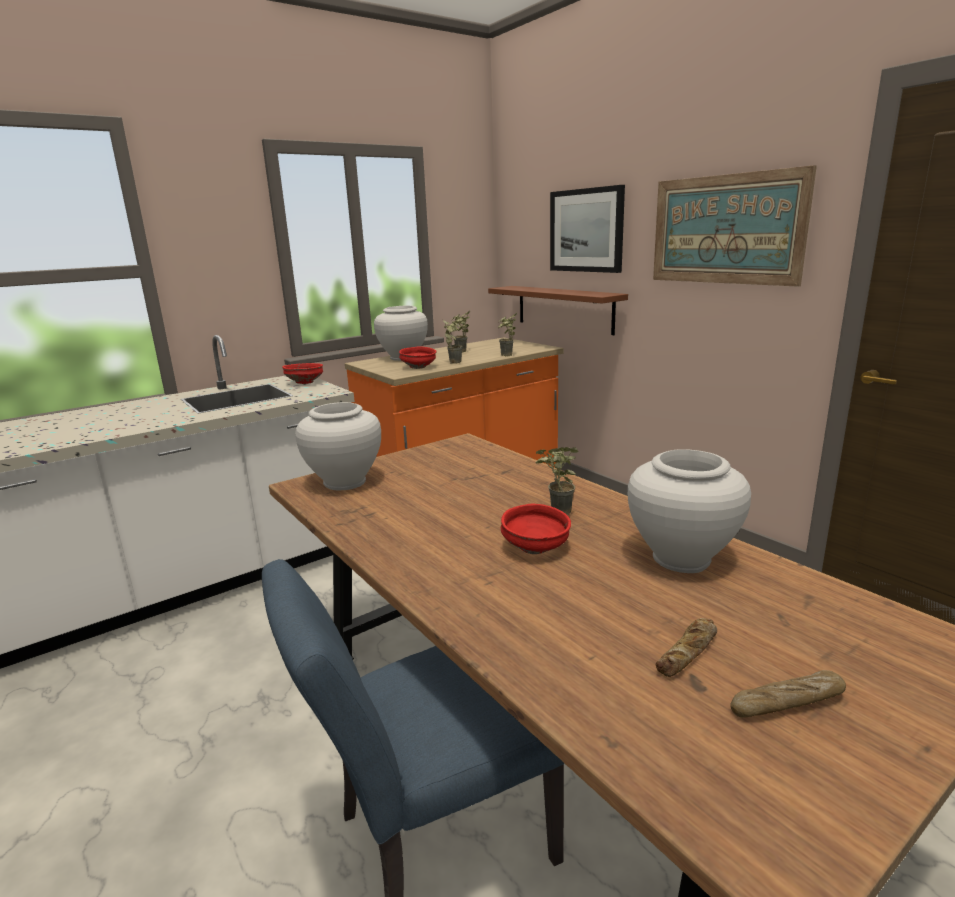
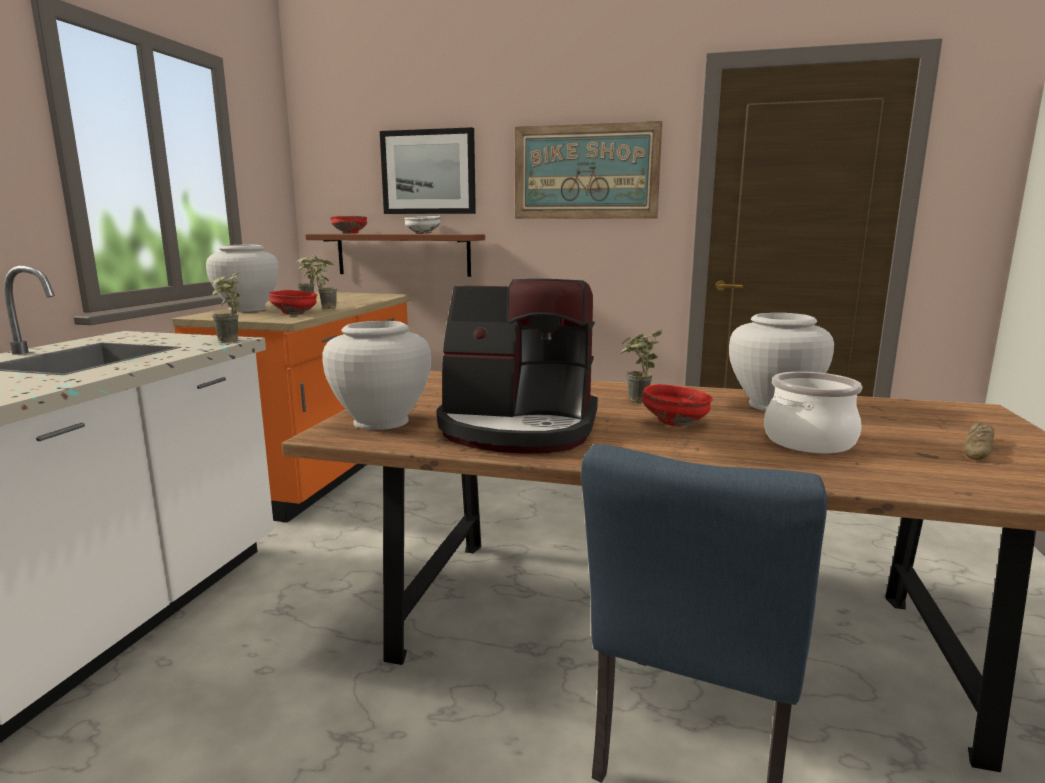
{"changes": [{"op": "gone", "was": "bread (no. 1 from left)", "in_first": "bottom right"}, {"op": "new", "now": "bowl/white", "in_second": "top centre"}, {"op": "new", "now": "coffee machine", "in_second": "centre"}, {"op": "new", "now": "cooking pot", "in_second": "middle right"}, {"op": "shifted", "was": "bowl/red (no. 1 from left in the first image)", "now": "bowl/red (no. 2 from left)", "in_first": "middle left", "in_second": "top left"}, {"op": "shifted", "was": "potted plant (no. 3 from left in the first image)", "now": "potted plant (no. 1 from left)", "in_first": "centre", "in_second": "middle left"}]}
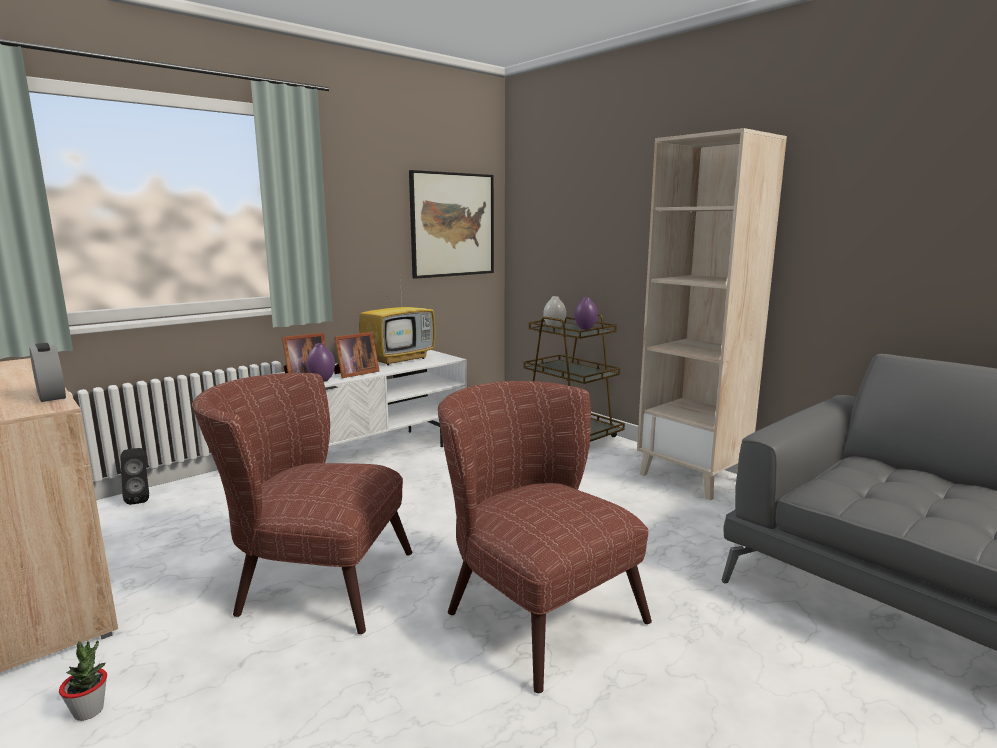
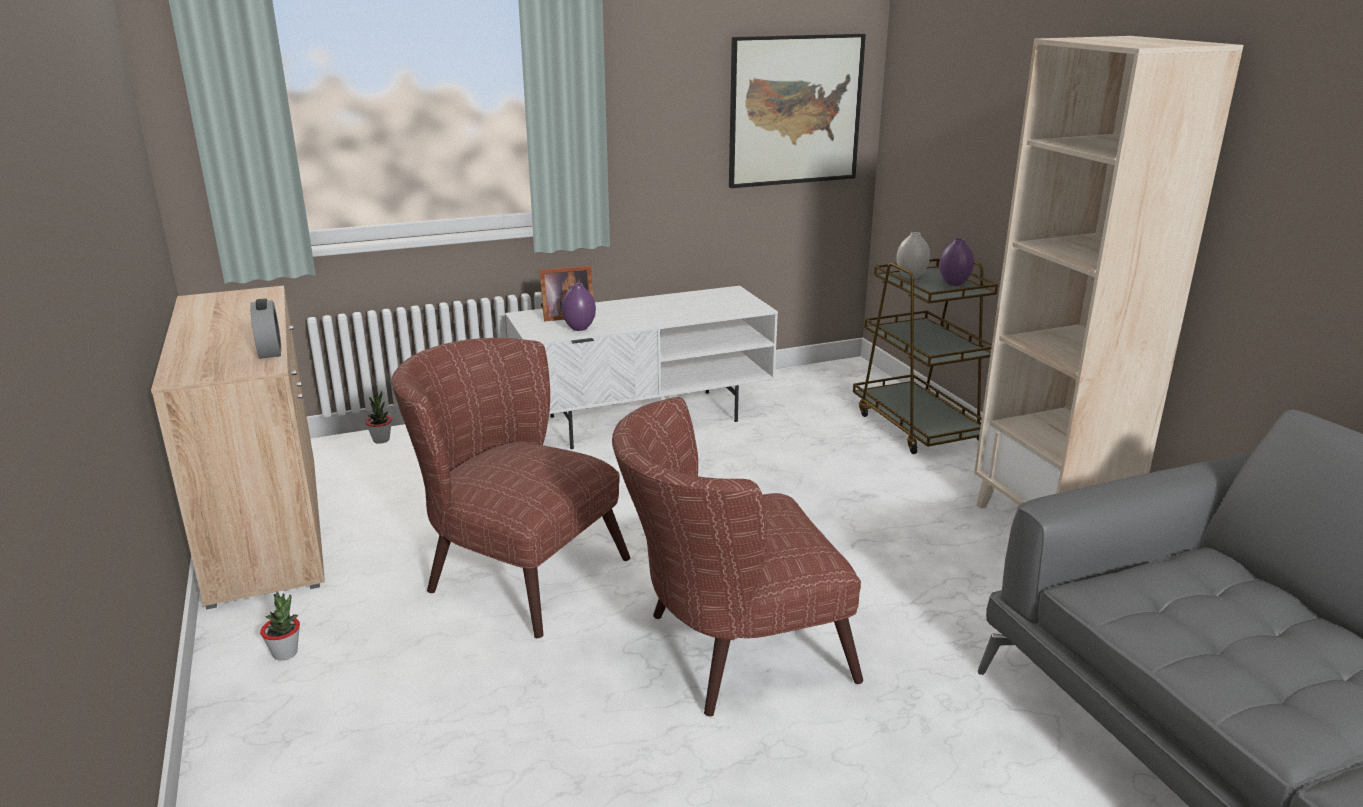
{"changes": [{"op": "gone", "was": "picture frame (no. 2 from left)", "in_first": "centre"}, {"op": "gone", "was": "television", "in_first": "centre"}, {"op": "swapped", "was": "speaker/black", "now": "potted plant (no. 2 from left)", "in_first": "middle left", "in_second": "middle left"}, {"op": "rotated", "was": "armchair/brown (no. 2 from left)", "in_first": "bottom centre", "in_second": "bottom centre", "clockwise": -90}]}
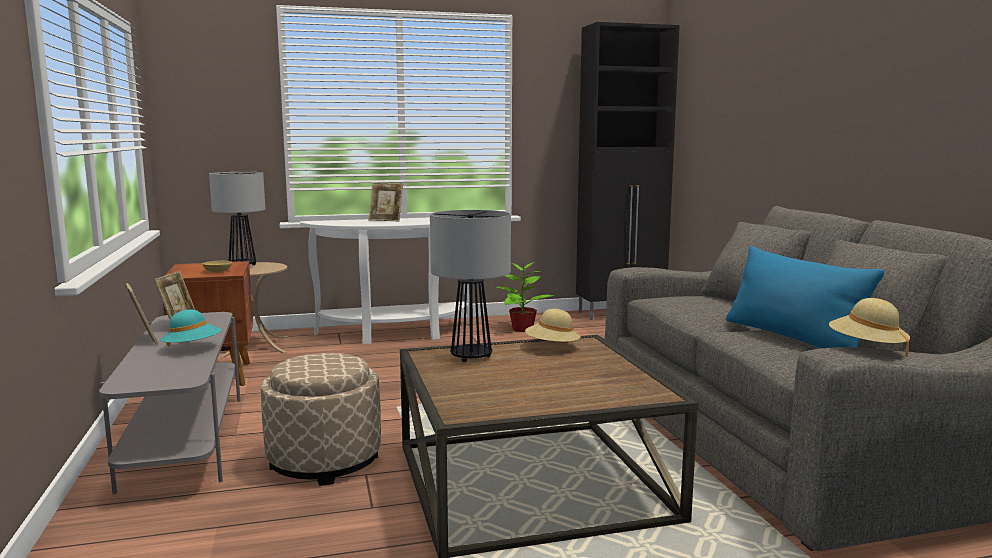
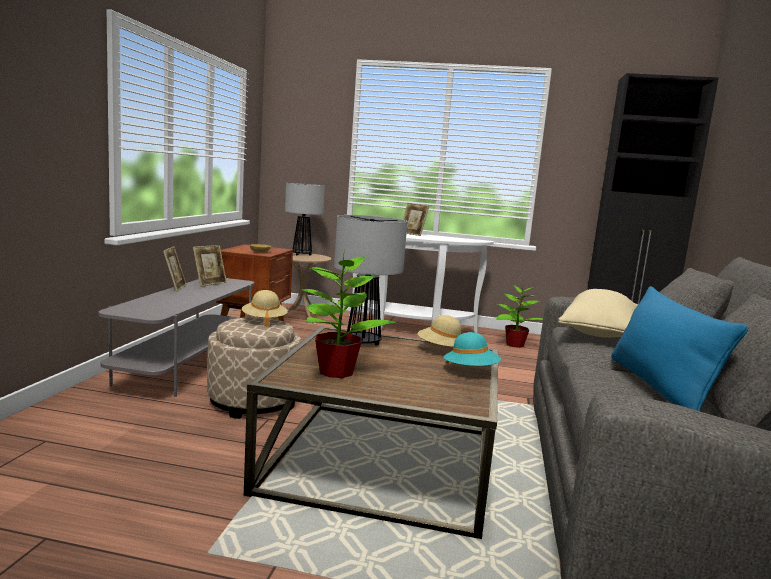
{"changes": [{"op": "new", "now": "potted plant (no. 1 from left)", "in_second": "centre"}, {"op": "new", "now": "pillow/beige", "in_second": "middle right"}, {"op": "shifted", "was": "hat/turquoise", "in_first": "middle left", "in_second": "centre"}, {"op": "shifted", "was": "hat/beige (no. 2 from left in the first image)", "now": "hat/beige (no. 1 from left)", "in_first": "middle right", "in_second": "centre"}]}
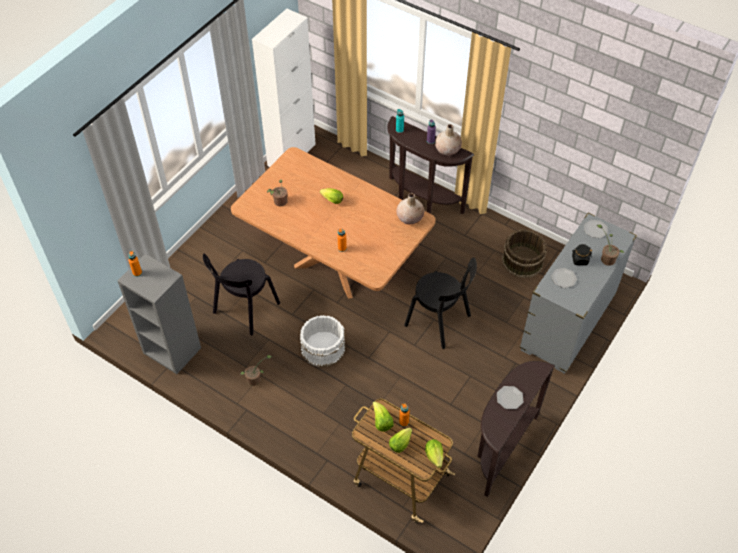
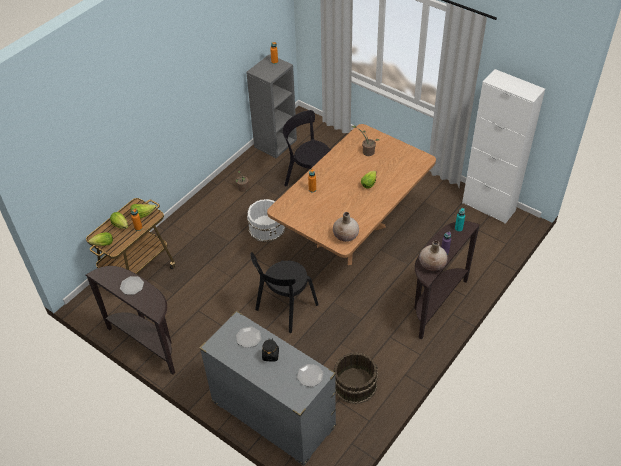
{"changes": [{"op": "gone", "was": "potted plant (no. 3 from left)", "in_first": "middle right"}]}
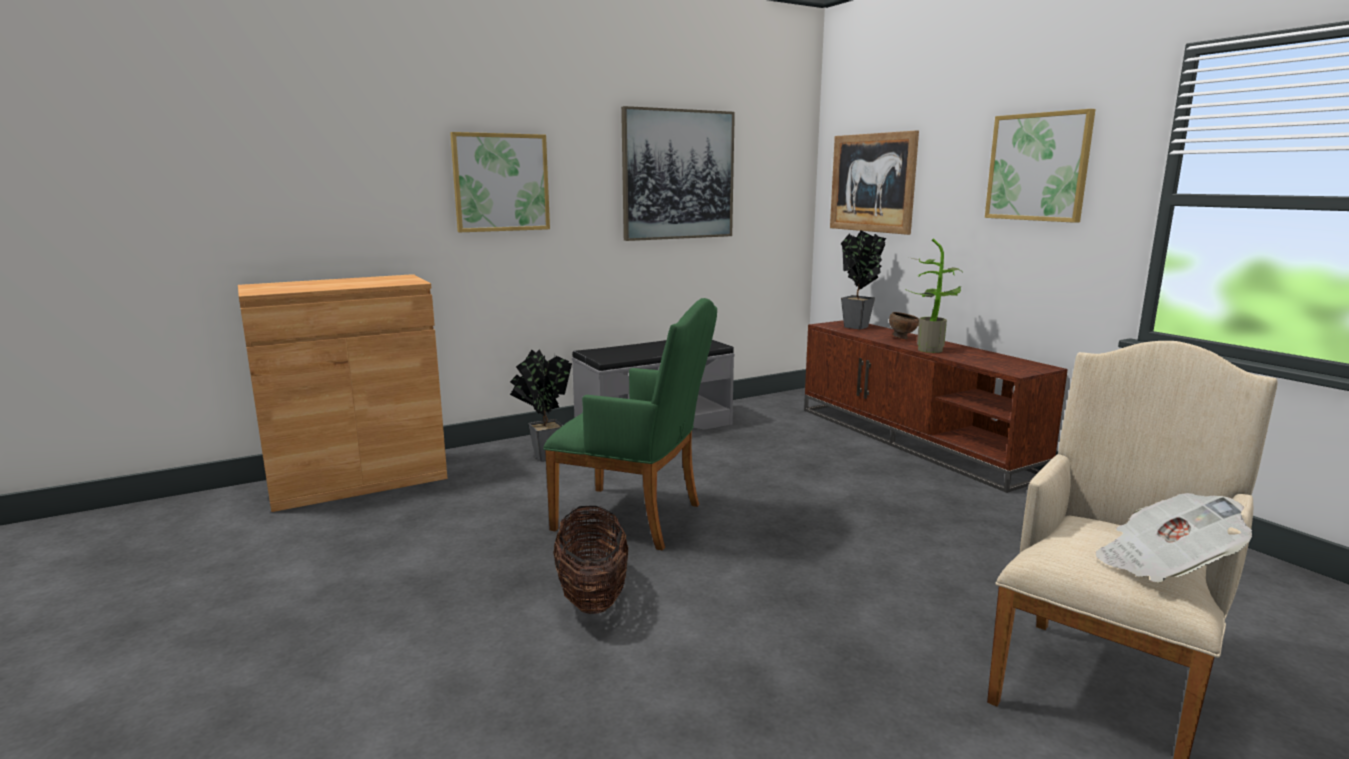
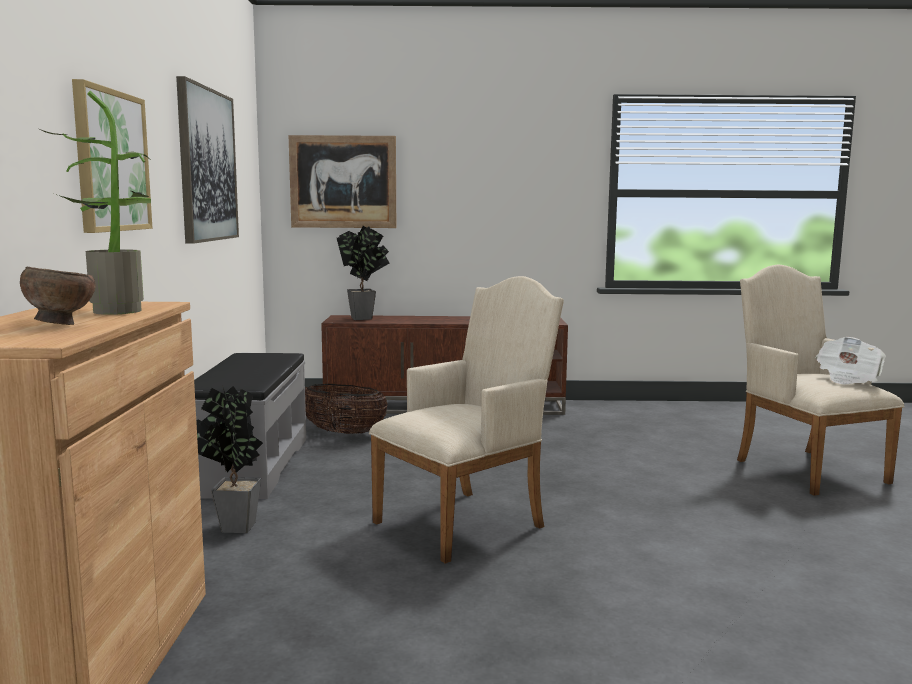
{"changes": [{"op": "gone", "was": "picture (no. 4 from left)", "in_first": "top right"}, {"op": "shifted", "was": "basket", "in_first": "bottom centre", "in_second": "centre"}, {"op": "shifted", "was": "bowl/brown", "in_first": "middle right", "in_second": "middle left"}, {"op": "shifted", "was": "potted plant (no. 3 from left in the first image)", "now": "potted plant (no. 1 from left)", "in_first": "middle right", "in_second": "top left"}, {"op": "repainted", "was": "armchair/green", "now": "armchair/beige (no. 1 from left)", "in_first": "centre", "in_second": "centre"}]}
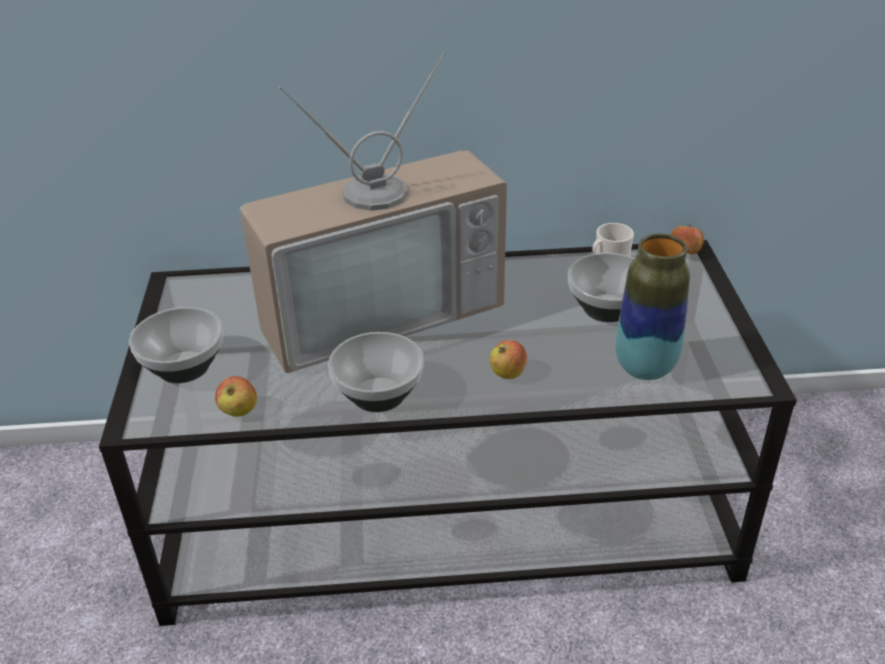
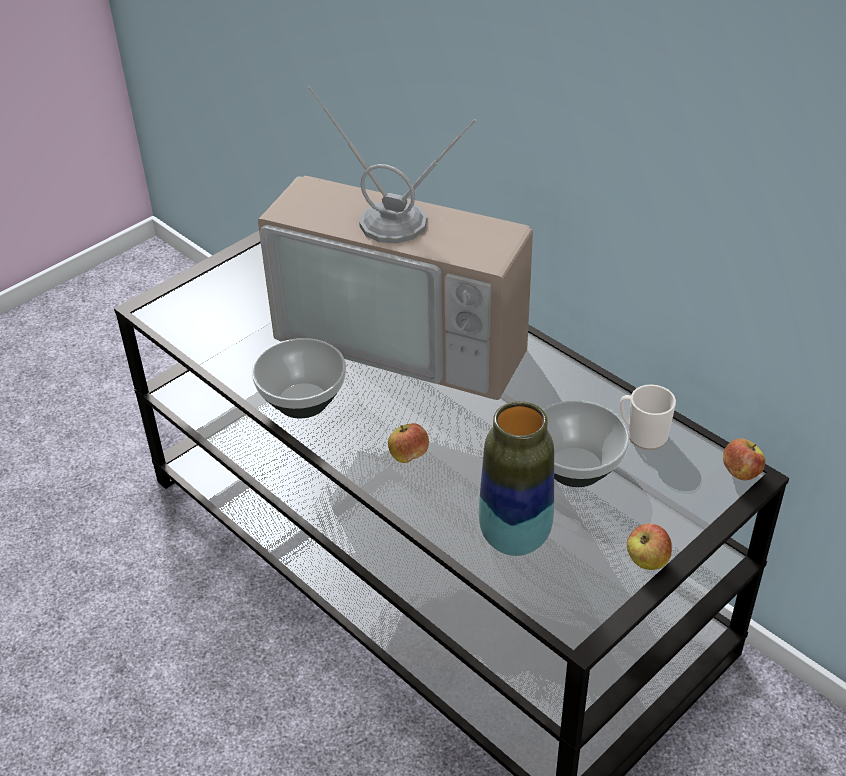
{"changes": [{"op": "gone", "was": "bowl (no. 1 from left)", "in_first": "middle left"}, {"op": "shifted", "was": "apple (no. 1 from left in the first image)", "now": "apple (no. 2 from left)", "in_first": "middle left", "in_second": "bottom right"}]}
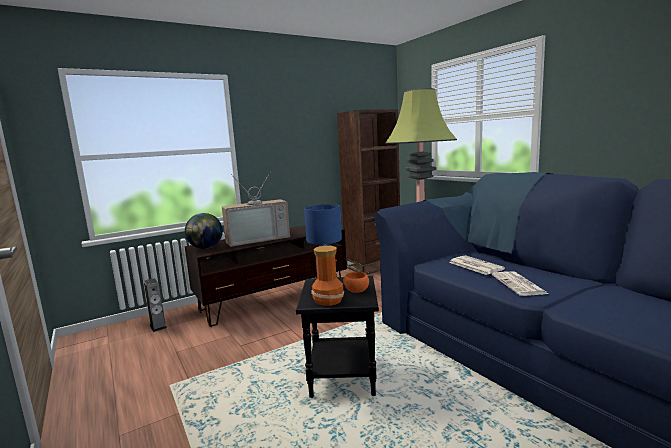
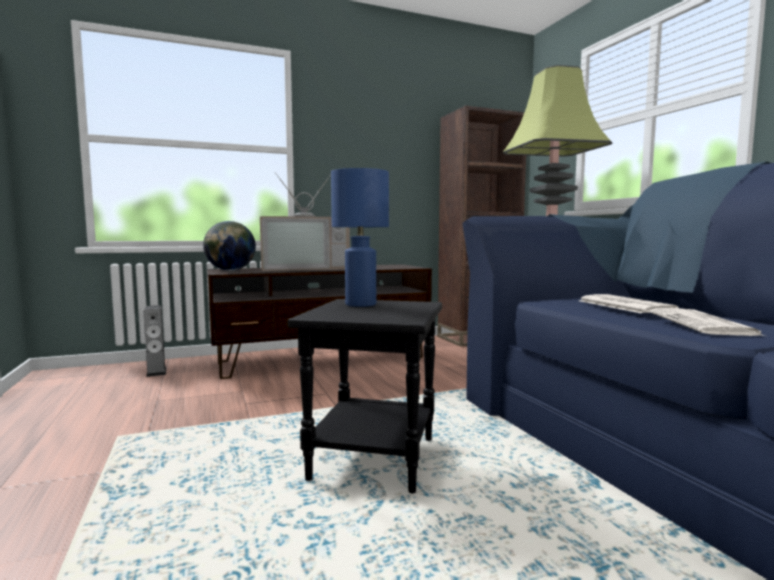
{"changes": [{"op": "gone", "was": "vase", "in_first": "centre"}, {"op": "gone", "was": "bowl/orange", "in_first": "centre"}]}
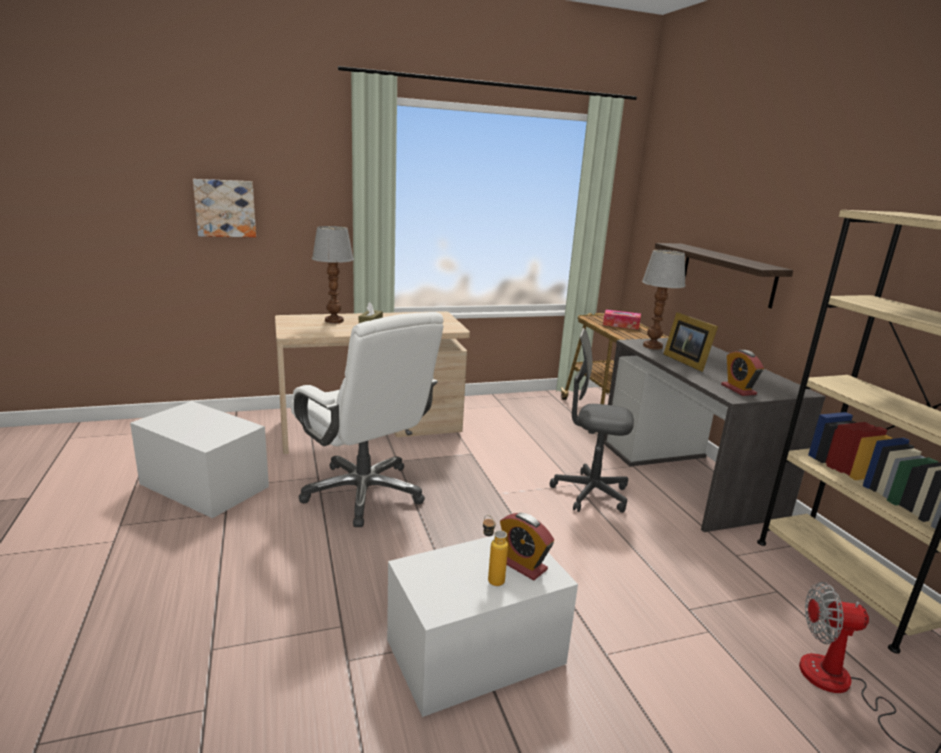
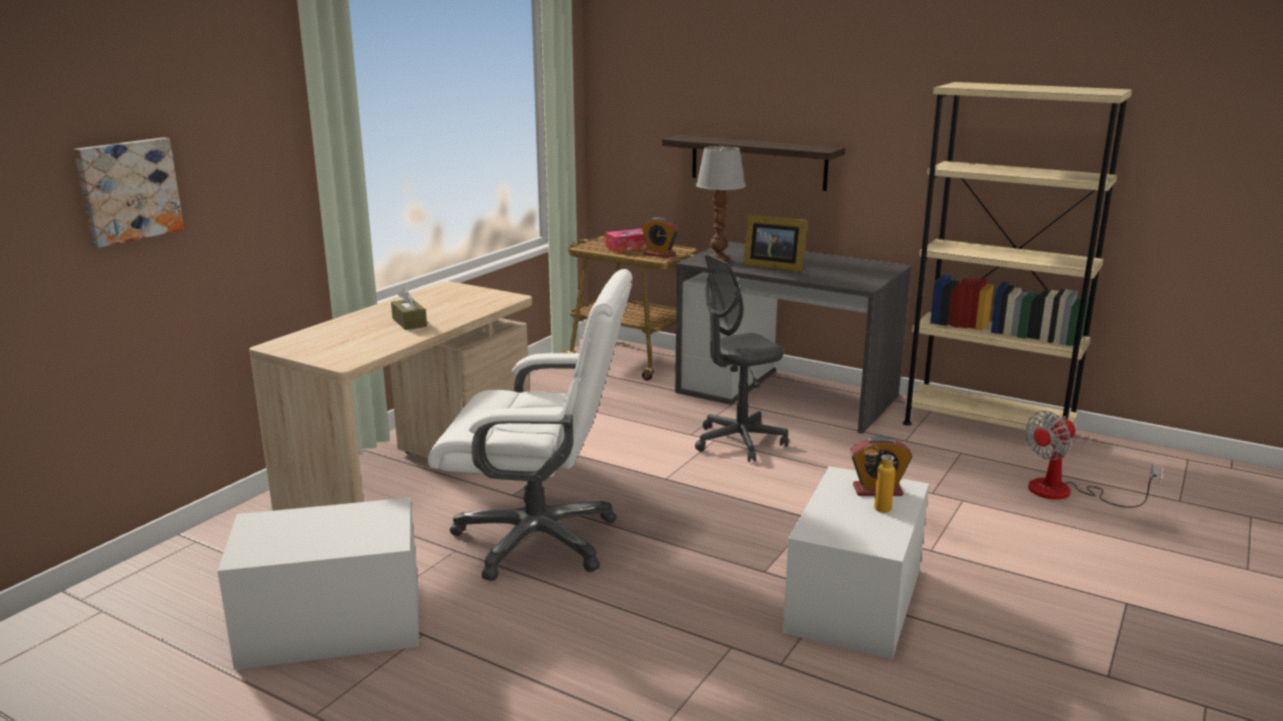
{"changes": [{"op": "gone", "was": "table lamp (no. 1 from left)", "in_first": "centre"}, {"op": "shifted", "was": "alarm clock (no. 2 from left in the first image)", "now": "alarm clock (no. 1 from left)", "in_first": "middle right", "in_second": "top centre"}]}
